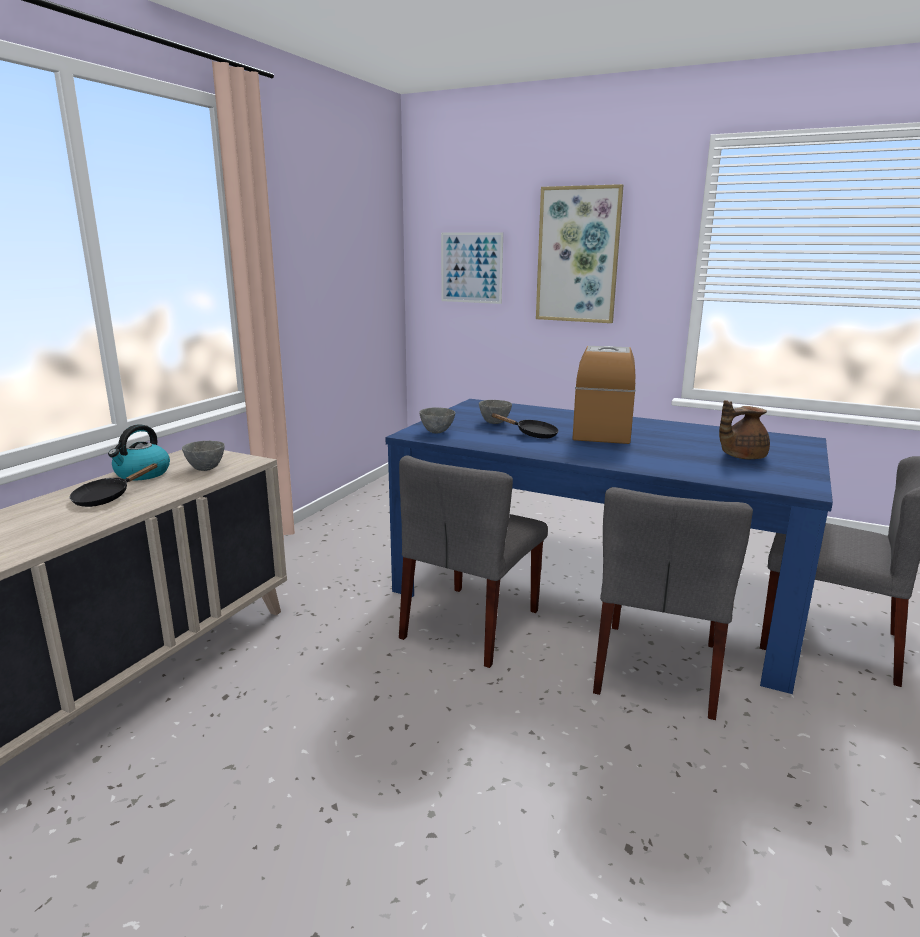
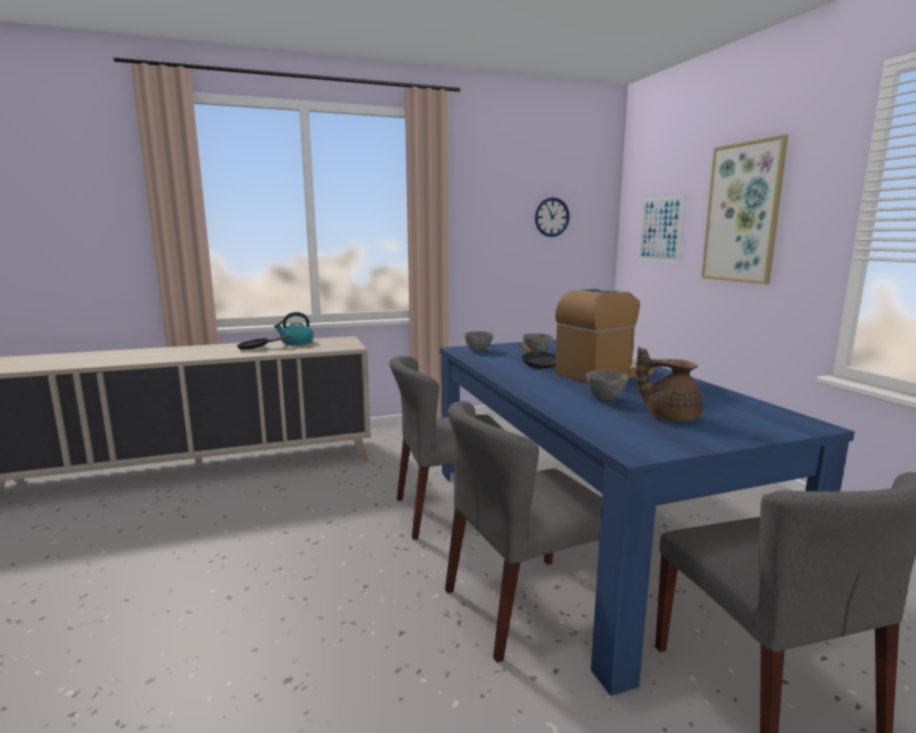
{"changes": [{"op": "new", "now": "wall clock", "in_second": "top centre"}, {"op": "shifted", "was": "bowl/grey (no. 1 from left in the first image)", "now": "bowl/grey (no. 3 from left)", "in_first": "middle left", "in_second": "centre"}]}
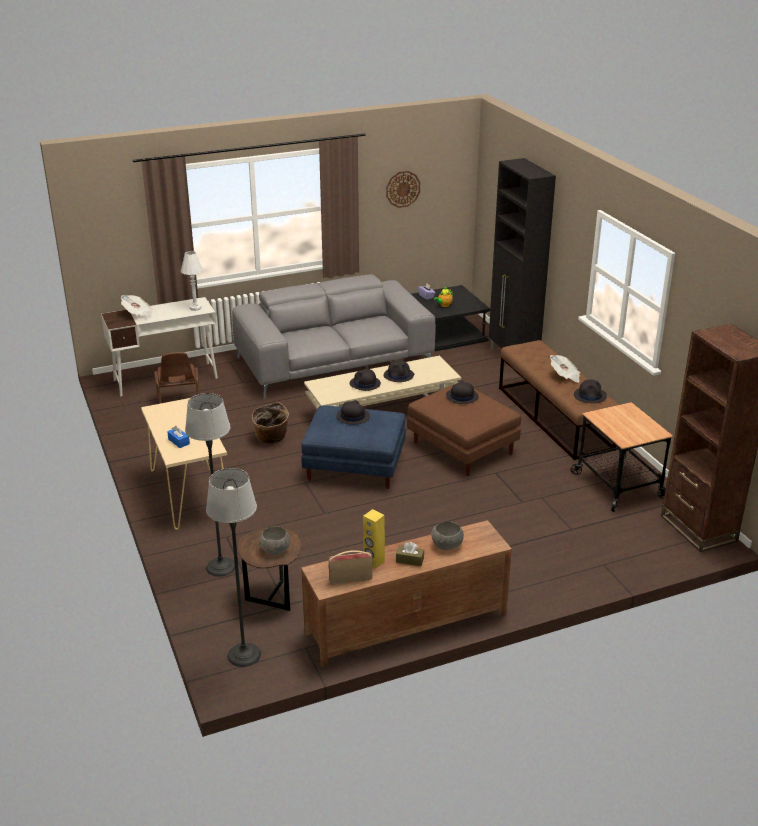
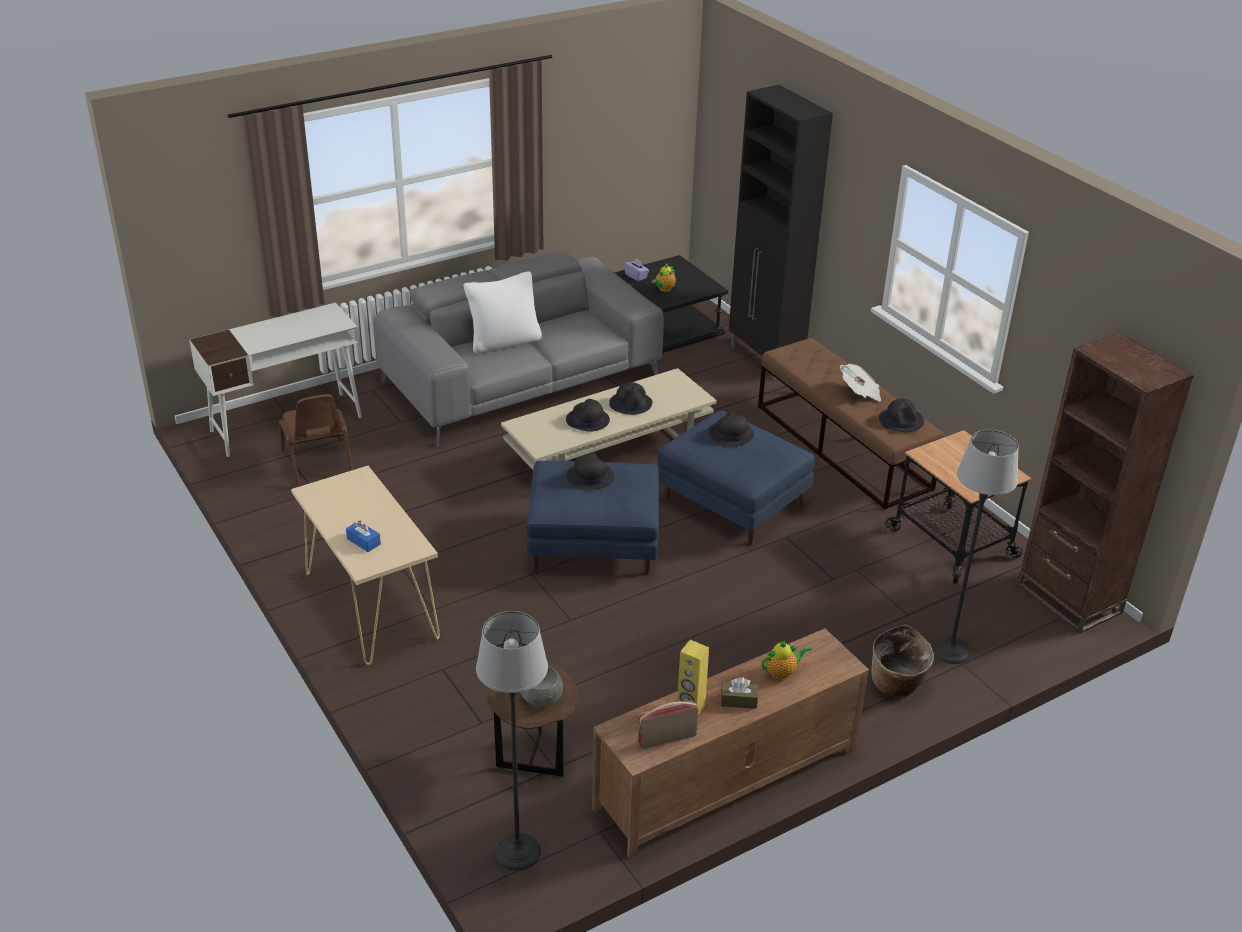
{"changes": [{"op": "gone", "was": "newspaper (no. 1 from left)", "in_first": "middle left"}, {"op": "gone", "was": "table lamp/white", "in_first": "middle left"}, {"op": "gone", "was": "wall clock", "in_first": "top centre"}, {"op": "new", "now": "pillow/white", "in_second": "centre"}, {"op": "shifted", "was": "floor lamp (no. 1 from left in the first image)", "now": "floor lamp (no. 2 from left)", "in_first": "middle left", "in_second": "middle right"}, {"op": "shifted", "was": "basket", "in_first": "centre", "in_second": "bottom right"}, {"op": "swapped", "was": "bowl/grey (no. 2 from left)", "now": "teapot (no. 2 from left)", "in_first": "centre", "in_second": "bottom centre"}, {"op": "repainted", "was": "ottoman/brown", "now": "ottoman/blue (no. 2 from left)", "in_first": "centre", "in_second": "centre"}]}
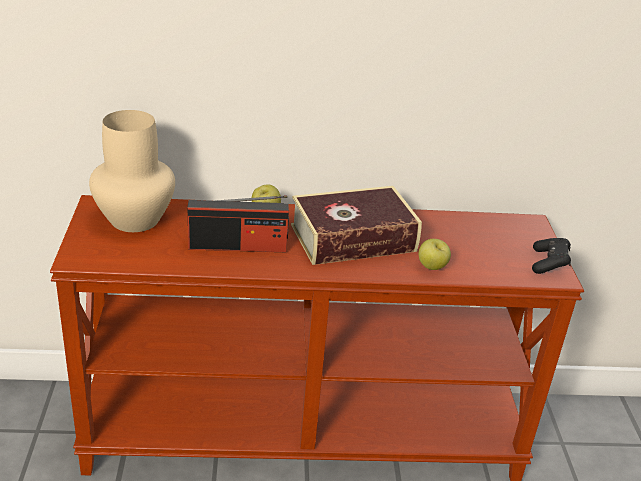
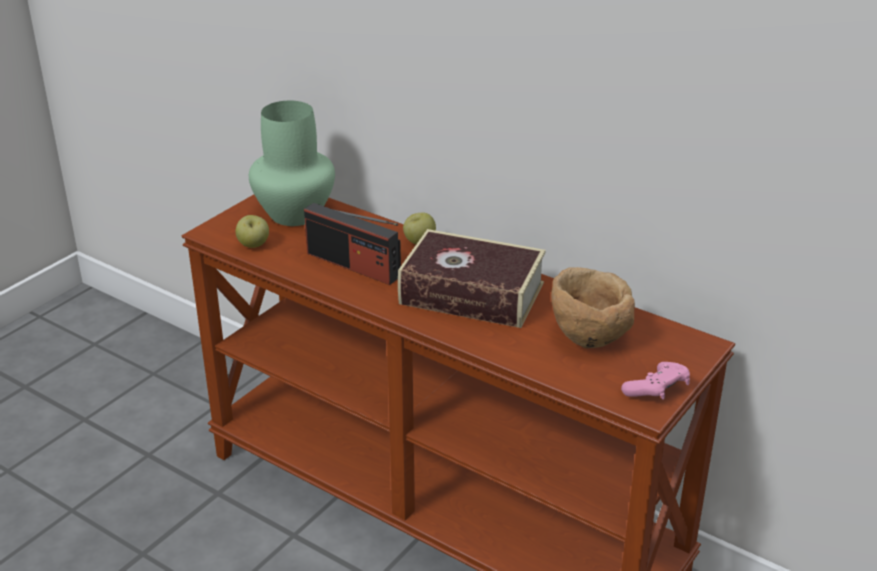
{"changes": [{"op": "new", "now": "bowl/brown", "in_second": "middle right"}, {"op": "shifted", "was": "apple (no. 2 from left in the first image)", "now": "apple (no. 1 from left)", "in_first": "middle right", "in_second": "middle left"}, {"op": "repainted", "was": "vase/beige", "now": "vase/green", "in_first": "middle left", "in_second": "top left"}, {"op": "repainted", "was": "game controller/black", "now": "game controller/pink", "in_first": "middle right", "in_second": "bottom right"}]}
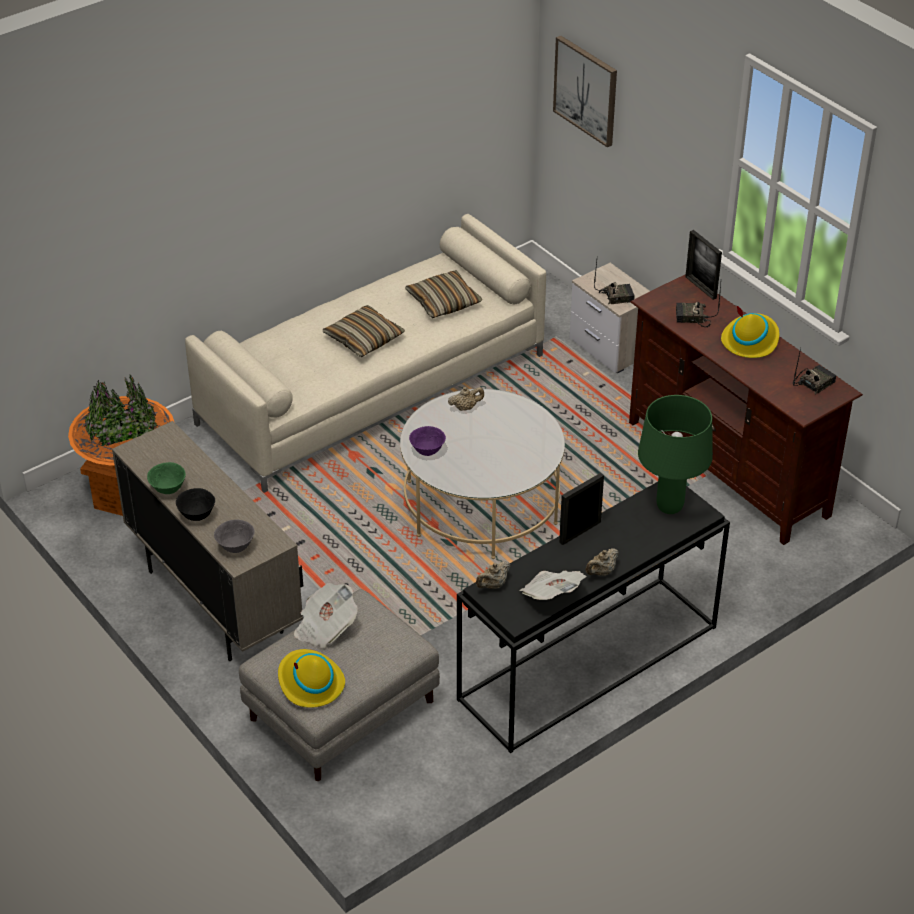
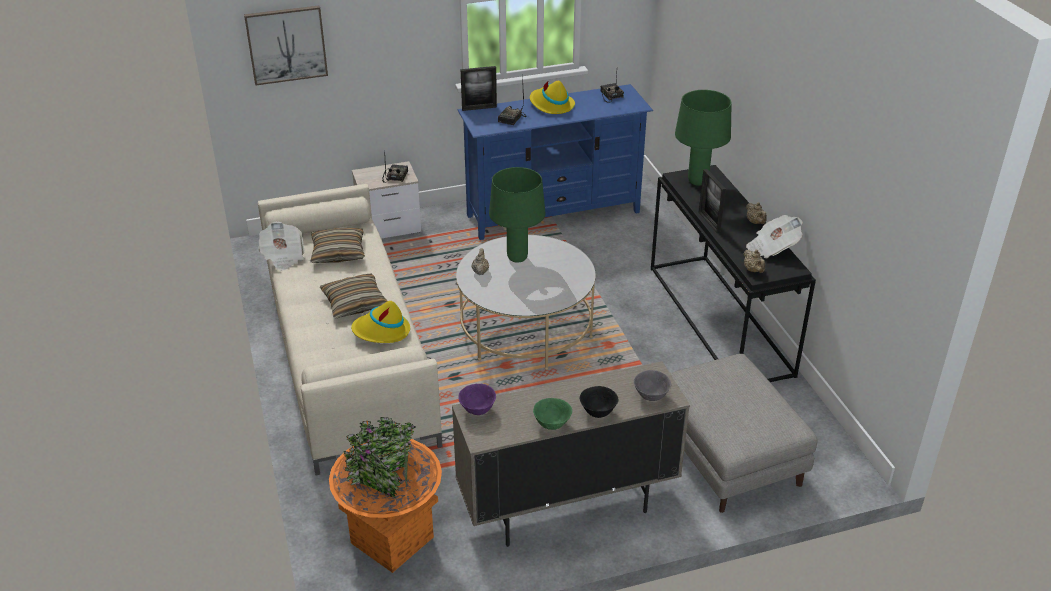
{"changes": [{"op": "new", "now": "table lamp/green (no. 1 from left)", "in_second": "centre"}, {"op": "shifted", "was": "hat/yellow (no. 1 from left)", "in_first": "bottom centre", "in_second": "centre"}, {"op": "shifted", "was": "newspaper (no. 1 from left)", "in_first": "bottom centre", "in_second": "middle left"}, {"op": "shifted", "was": "bowl/purple", "in_first": "centre", "in_second": "bottom centre"}, {"op": "repainted", "was": "tv stand/brown", "now": "tv stand/blue", "in_first": "middle right", "in_second": "top centre"}]}
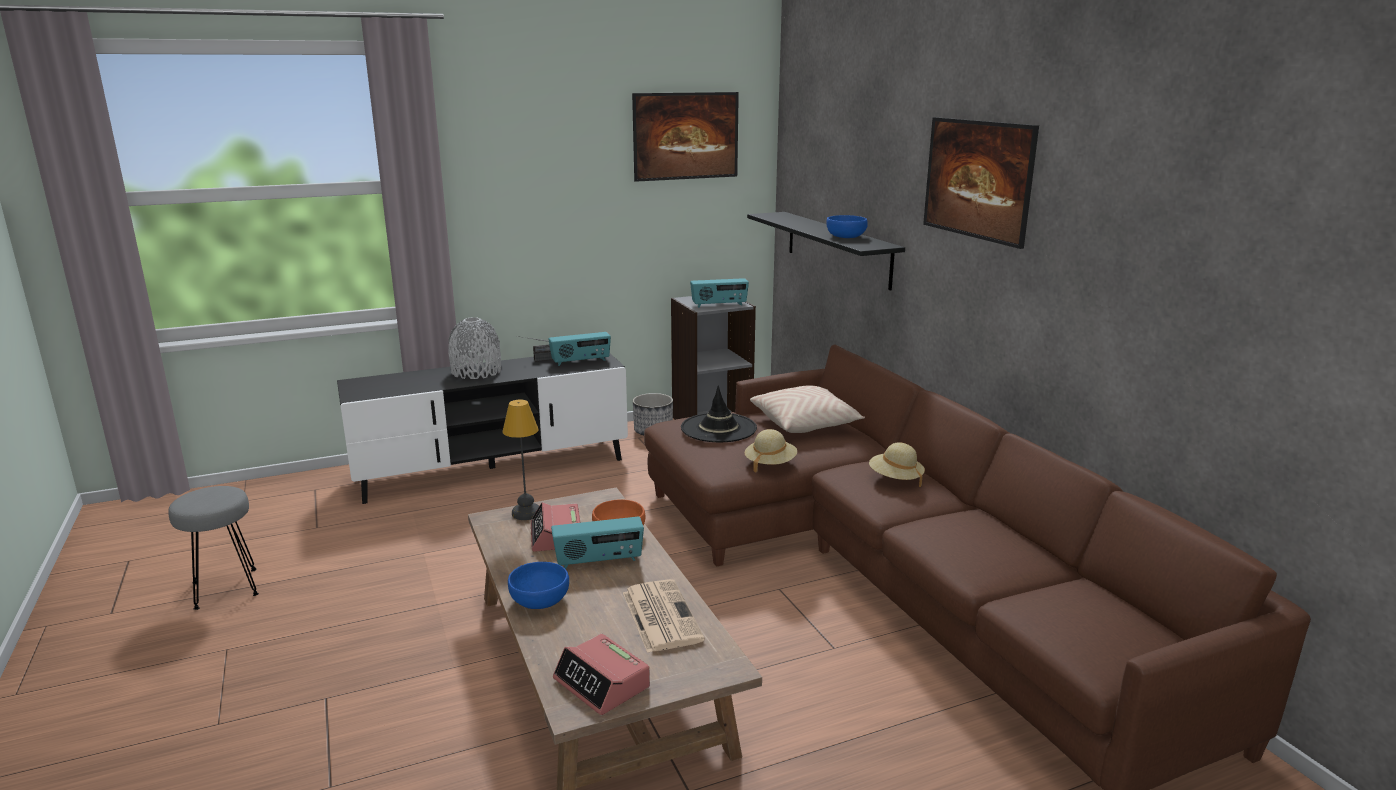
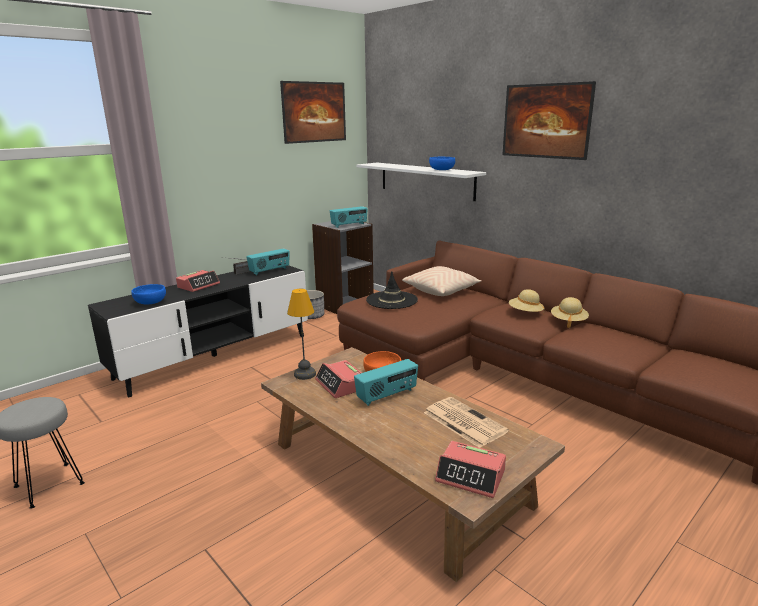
{"changes": [{"op": "shifted", "was": "bowl/blue (no. 1 from left)", "in_first": "bottom centre", "in_second": "middle left"}, {"op": "shifted", "was": "hat/beige (no. 1 from left in the first image)", "now": "hat/beige (no. 2 from left)", "in_first": "centre", "in_second": "middle right"}, {"op": "swapped", "was": "vase/grey", "now": "alarm clock (no. 1 from left)", "in_first": "centre", "in_second": "middle left"}, {"op": "repainted", "was": "shelf/black", "now": "shelf/white", "in_first": "top centre", "in_second": "top centre"}]}
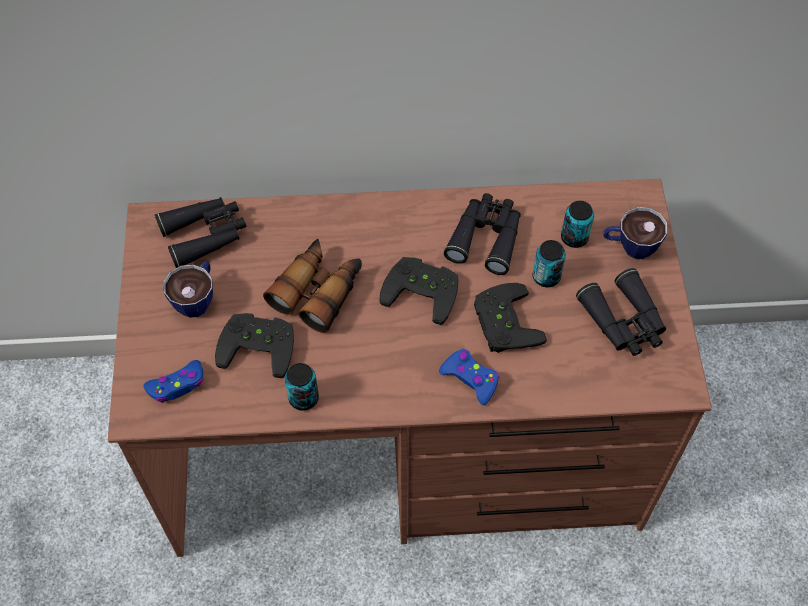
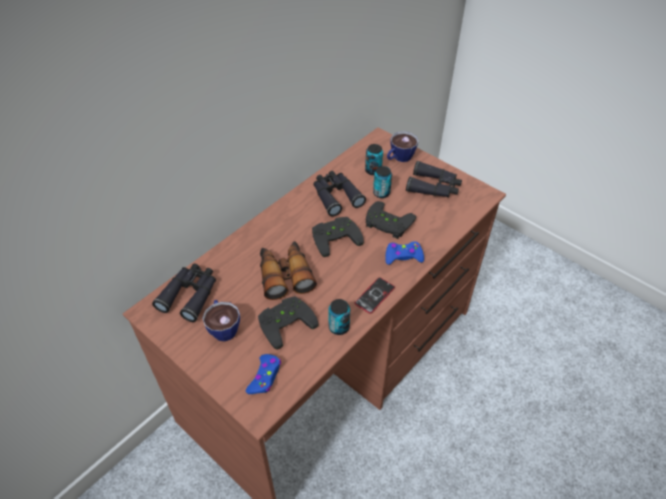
{"changes": [{"op": "new", "now": "phone", "in_second": "centre"}]}
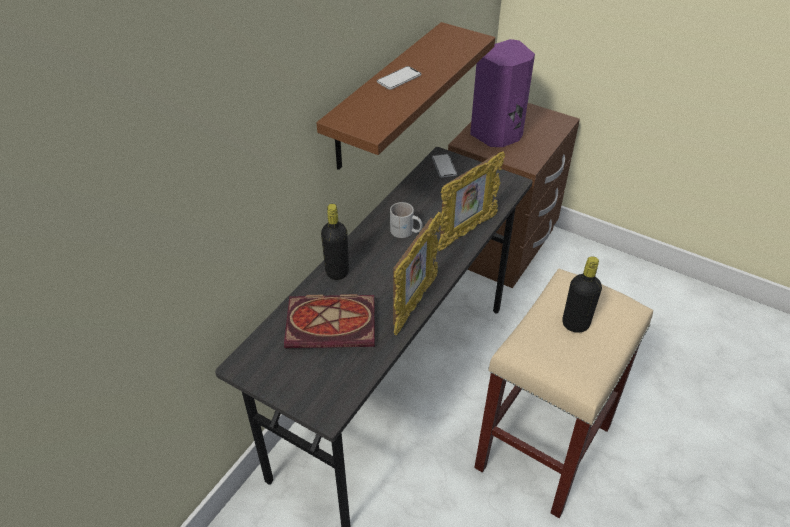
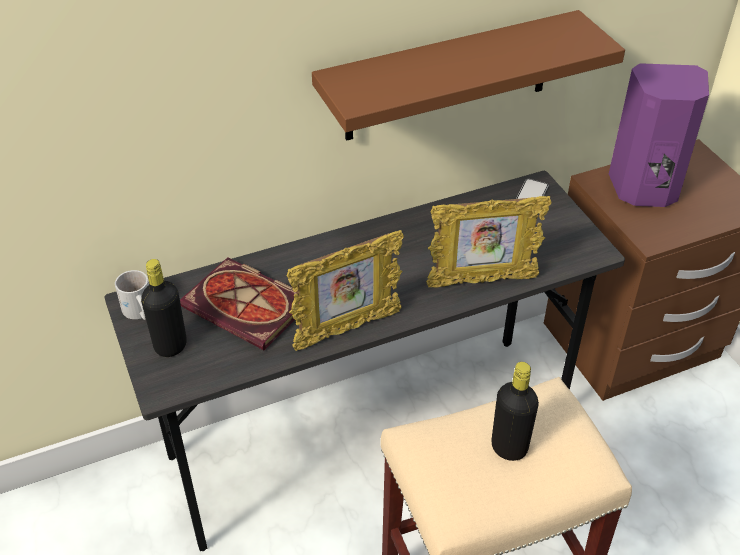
{"changes": [{"op": "gone", "was": "phone (no. 1 from left)", "in_first": "top centre"}, {"op": "shifted", "was": "bottle/black (no. 1 from left)", "in_first": "centre", "in_second": "middle left"}, {"op": "shifted", "was": "mug/white", "in_first": "centre", "in_second": "middle left"}]}
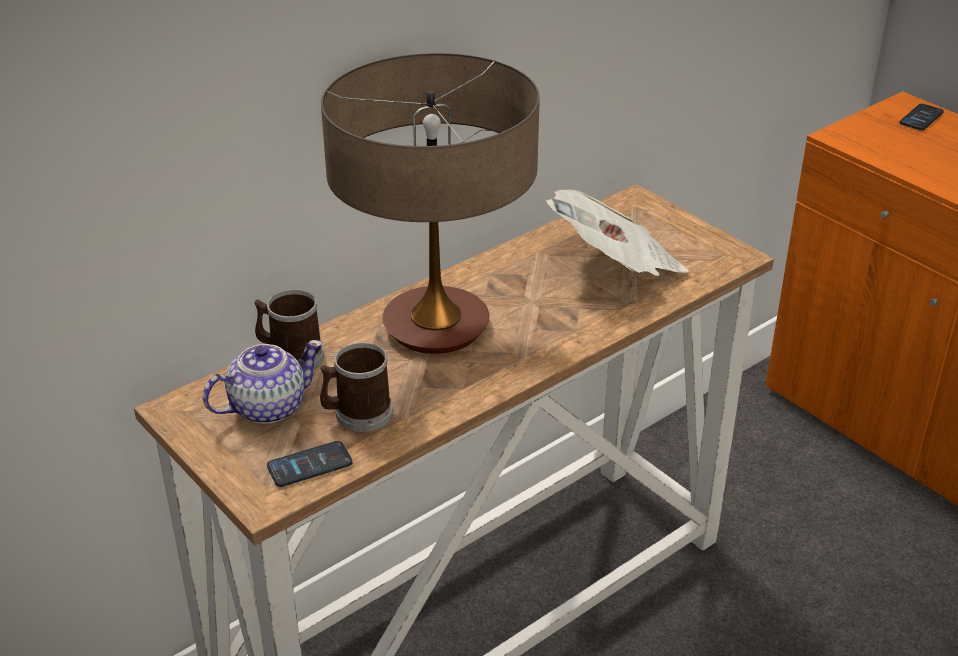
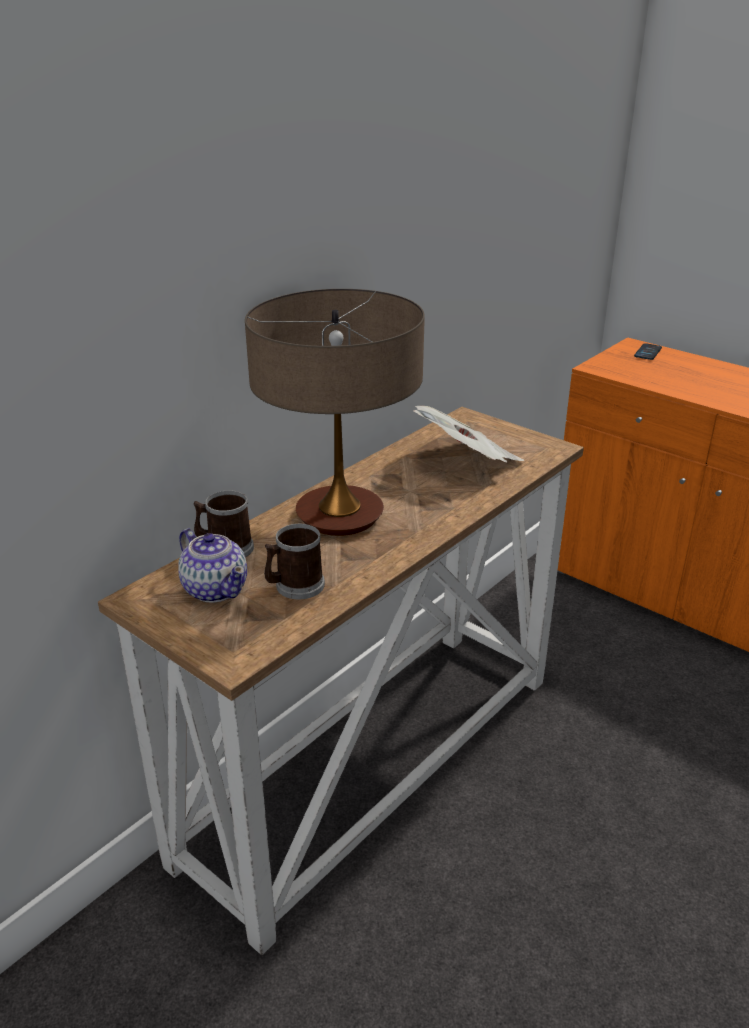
{"changes": [{"op": "gone", "was": "phone (no. 1 from left)", "in_first": "bottom left"}, {"op": "rotated", "was": "teapot", "in_first": "middle left", "in_second": "middle left", "clockwise": 90}]}
